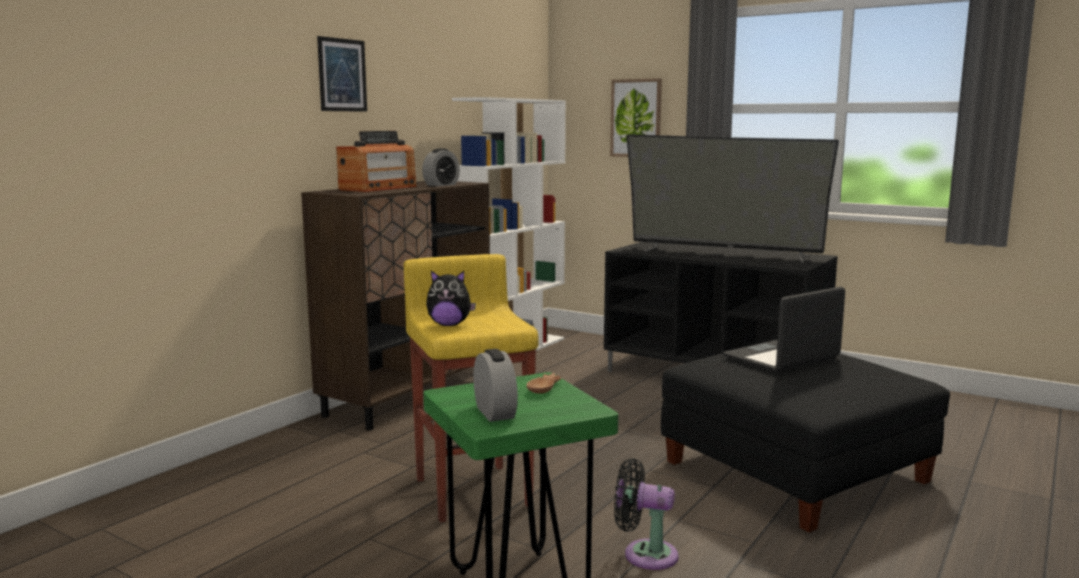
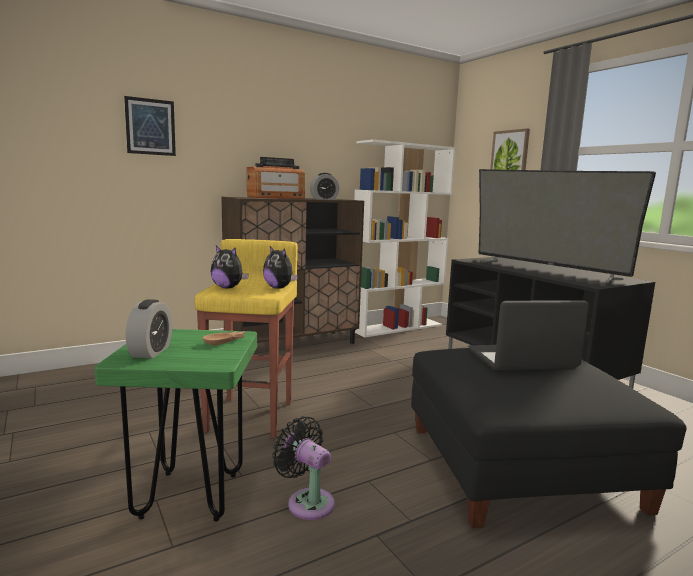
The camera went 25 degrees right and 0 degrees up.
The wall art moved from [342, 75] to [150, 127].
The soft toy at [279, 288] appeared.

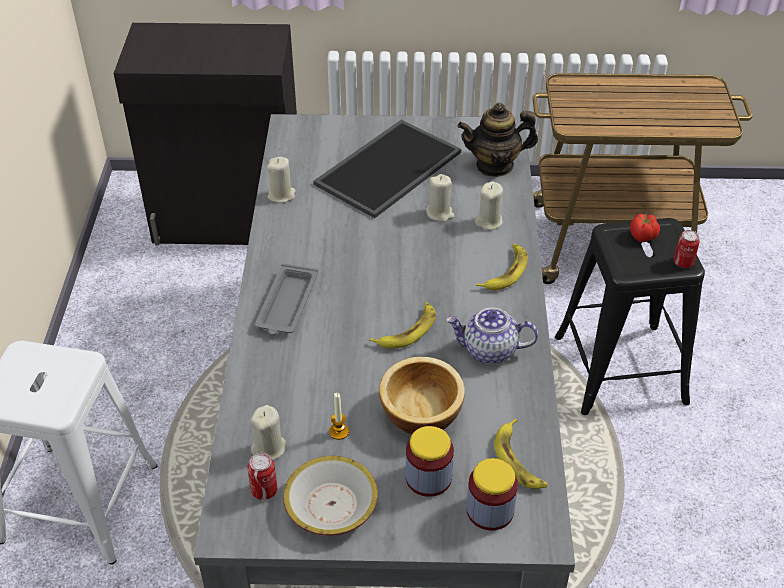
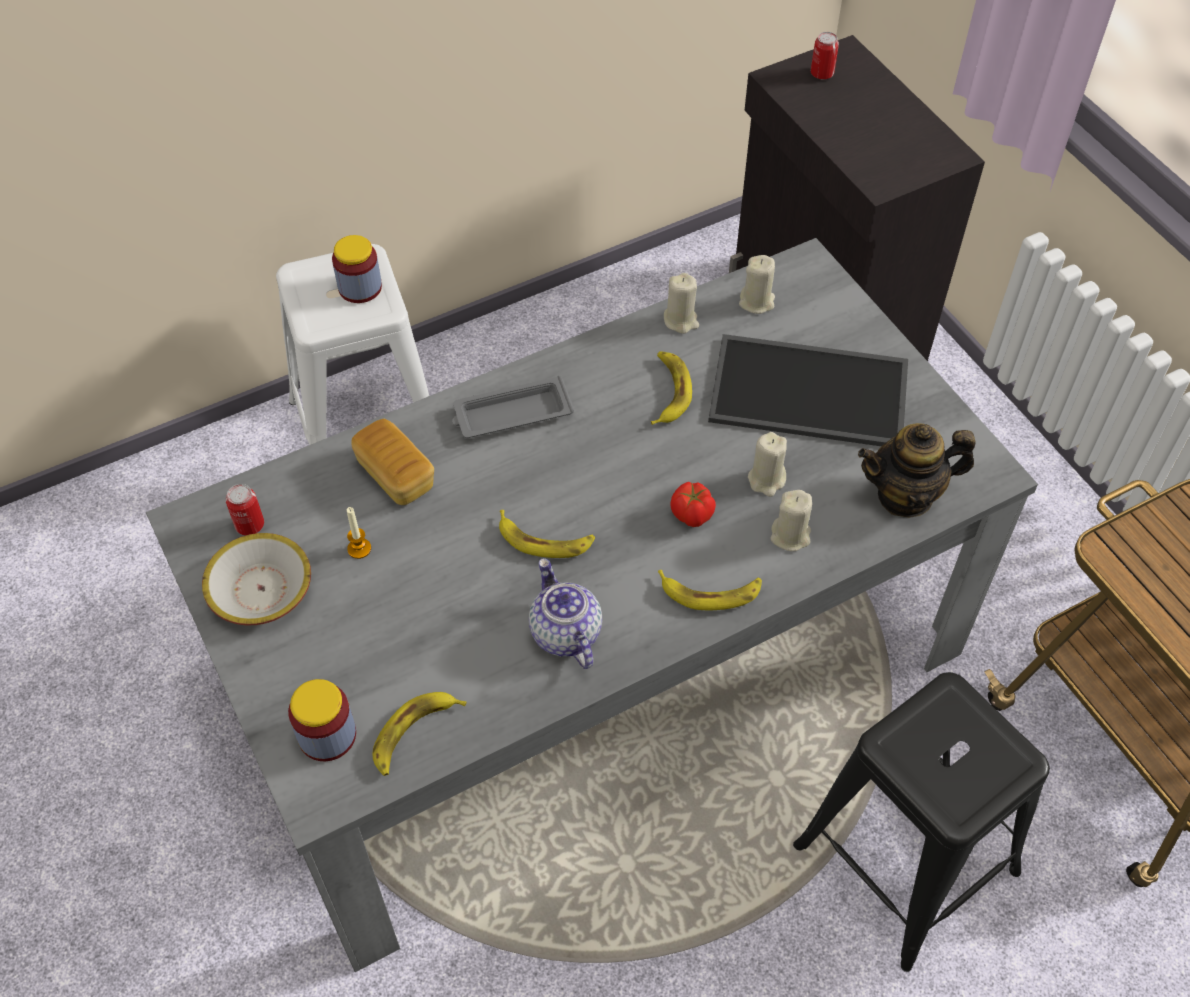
The camera went 60 degrees right and 10 degrees up.
The pot for tea at [495, 165] turned 60 degrees counterclockwise.
The whole tomato moved from [643, 237] to [692, 515].
The can moved from [683, 262] to [822, 73].
The deep dish at [420, 411] disappeared.
The sand-coloured candle moved from [269, 448] to [757, 302].
The preserve jar moved from [428, 477] to [360, 287].
The banana at [668, 391] appeared.
The baked bread at [395, 475] appeared.

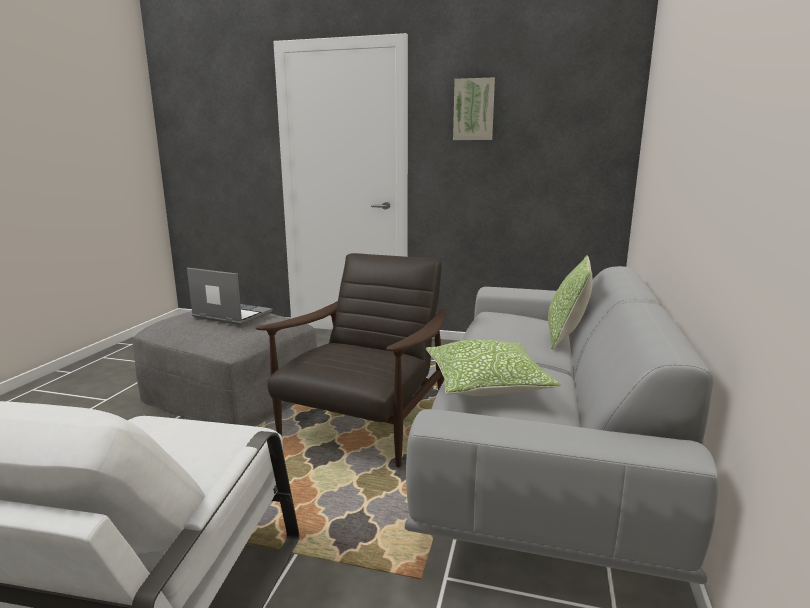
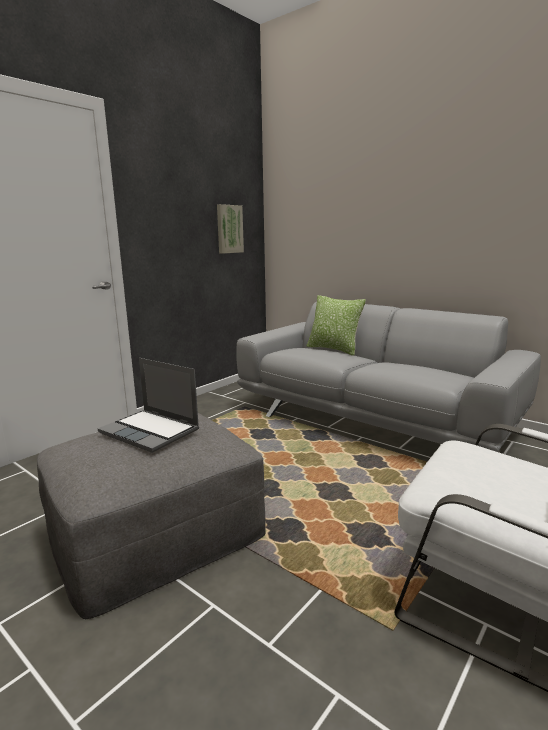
The camera went 65 degrees left and 0 degrees up.
The wall art moved from [473, 109] to [229, 229].
The brown-coloured lounge chair at [364, 423] disappeared.
The portable computer at [231, 315] turned 105 degrees counterclockwise.
The pillow at [486, 384] disappeared.

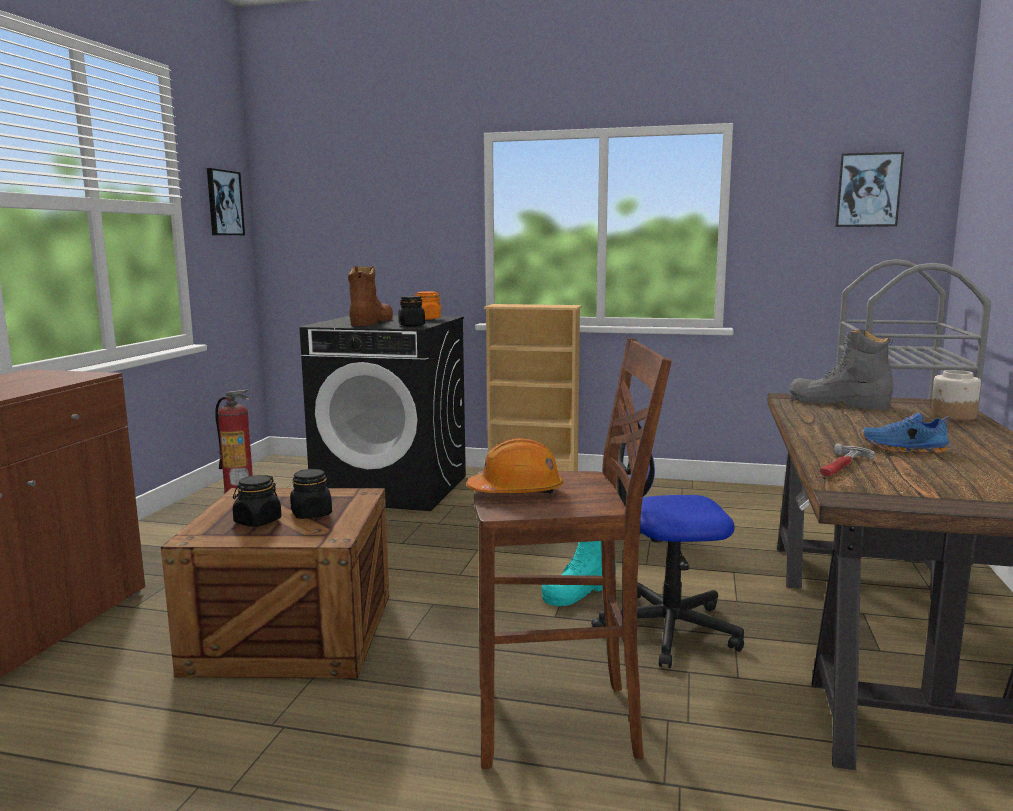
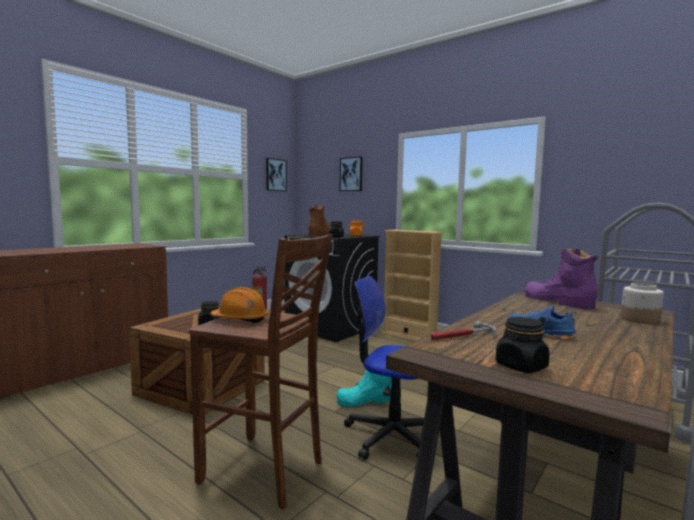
The camera went 25 degrees right and 5 degrees down.
The wall art moved from [868, 190] to [351, 174].
The grey high-top boot at [838, 403] became the purple-coloured high-top boot at [557, 302].
The black preserve jar moved from [257, 521] to [521, 366].

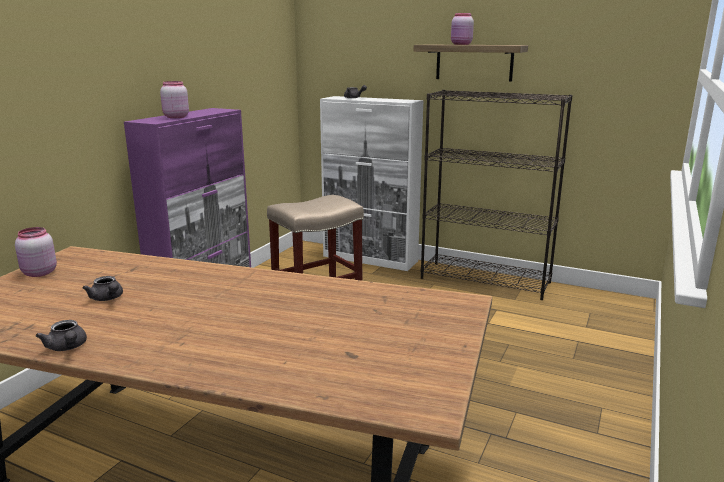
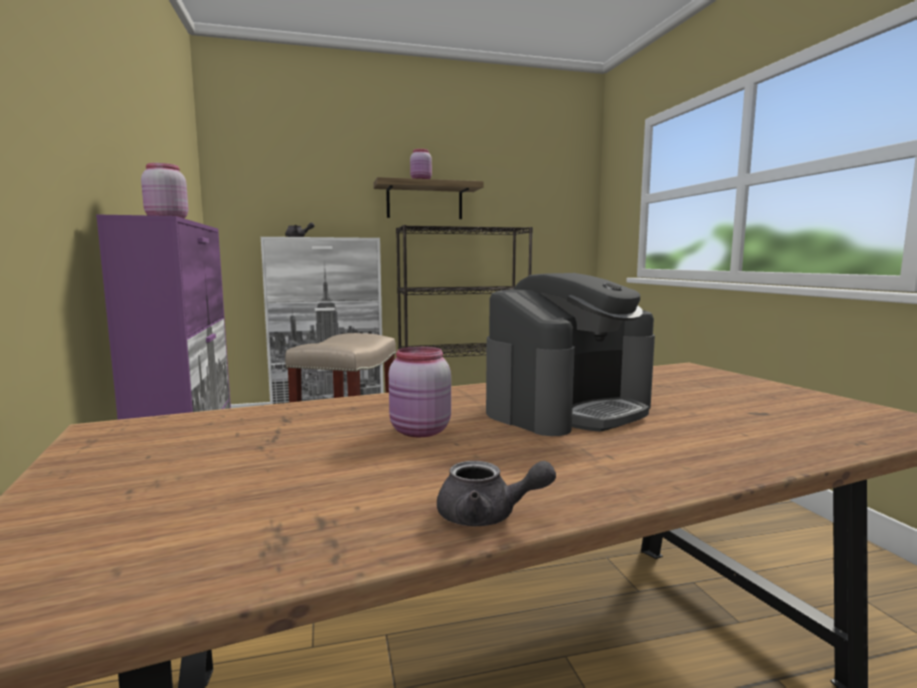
The camera went 40 degrees left and 10 degrees down.
The pinkish preserve jar moved from [38, 273] to [420, 432].
The grey pot for tea at [107, 298] disappeared.
The coffee brewer at [569, 409] appeared.

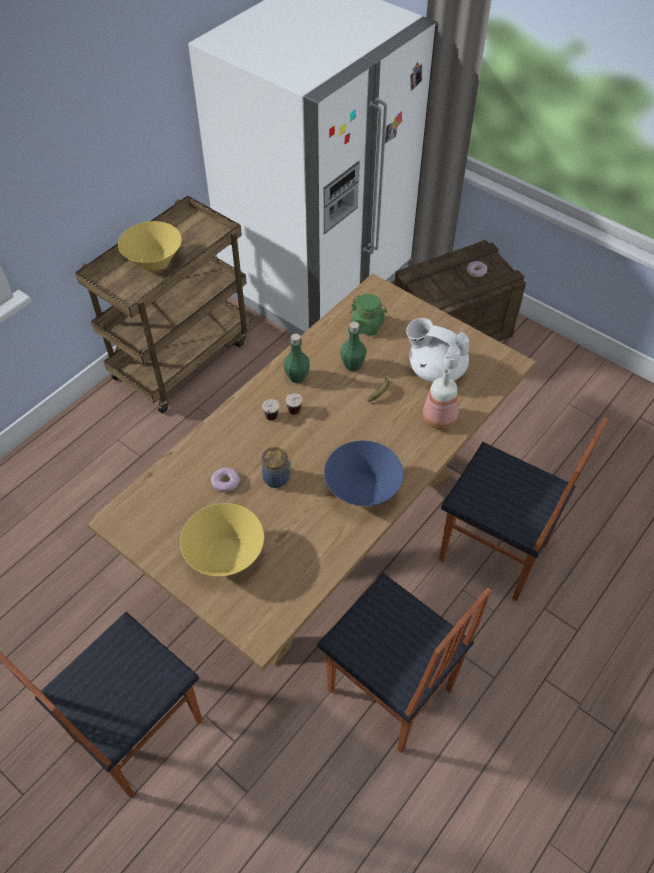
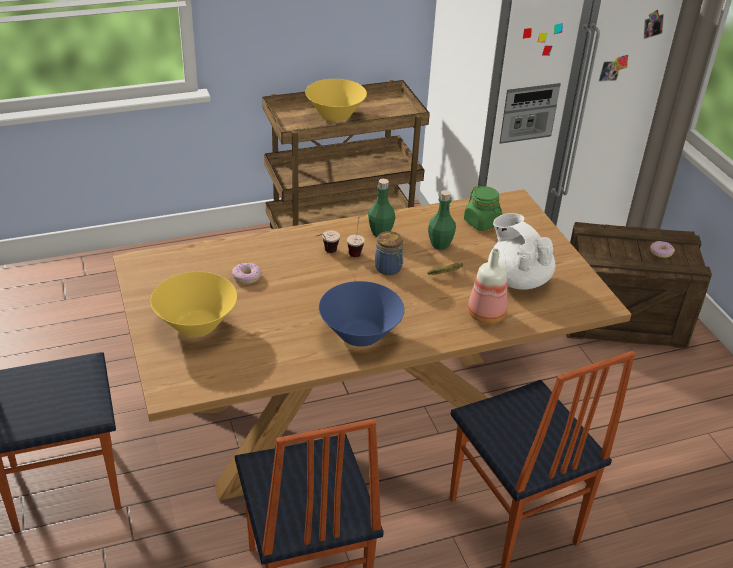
The camera went 30 degrees right and 15 degrees down.
The preserve jar moved from [277, 478] to [389, 269].

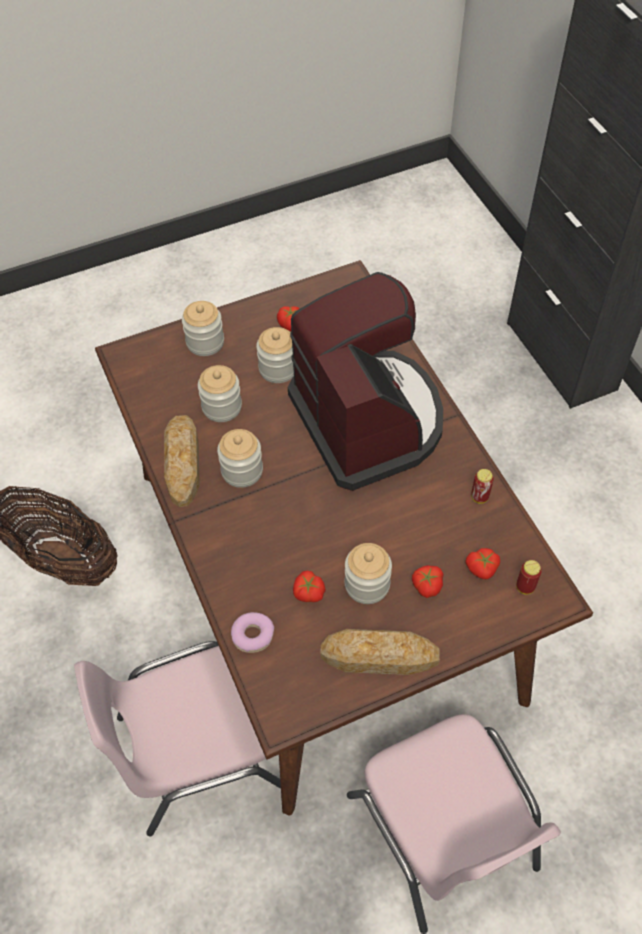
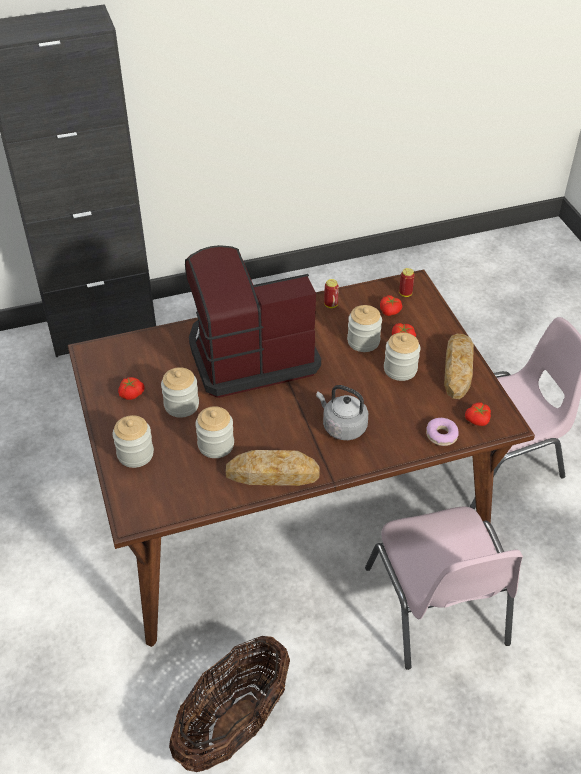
The camera went 85 degrees left and 10 degrees down.
The preserve jar moved from [242, 471] to [363, 341].
The whole tomato moved from [308, 593] to [478, 420].
The grey water kettle at [342, 427] appeared.

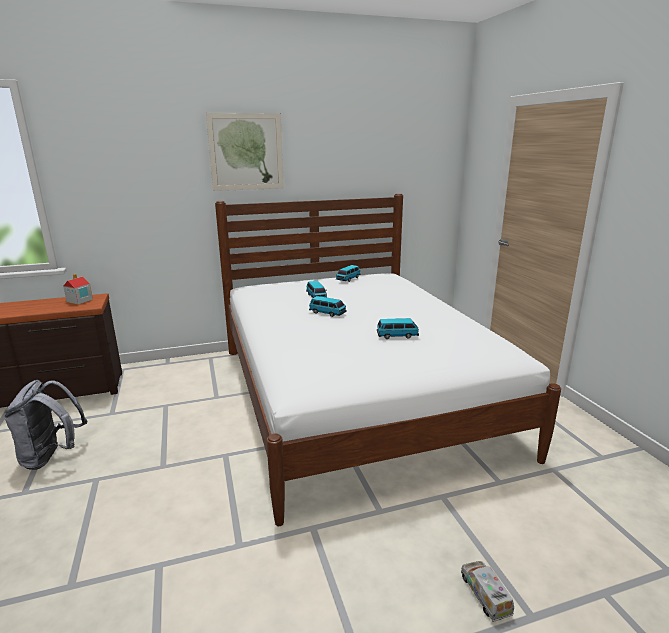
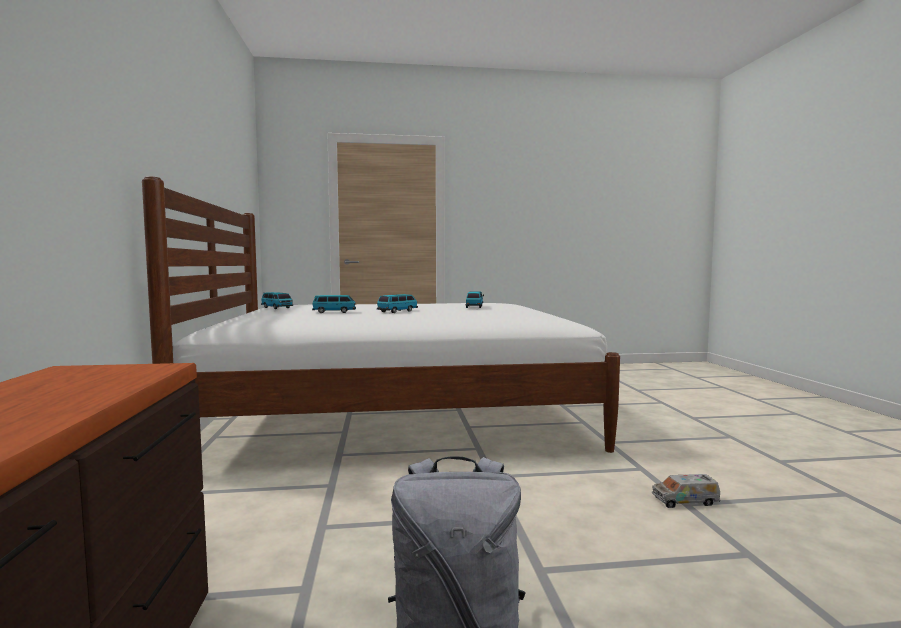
The camera went 80 degrees left and 15 degrees down.
The wall art at [246, 152] disappeared.
The miniature house at [79, 301] disappeared.
The model truck moved from [485, 595] to [685, 501].

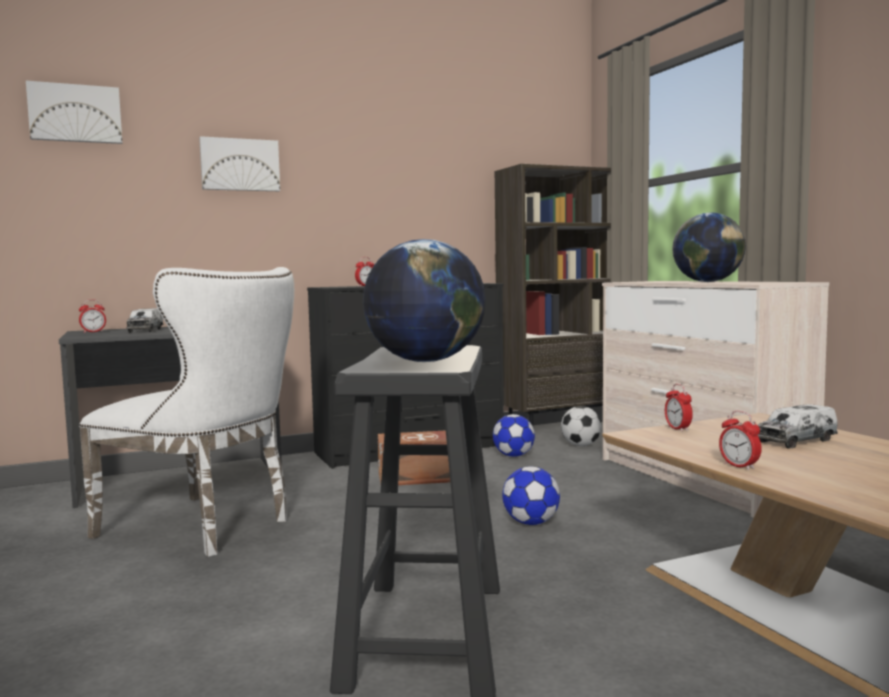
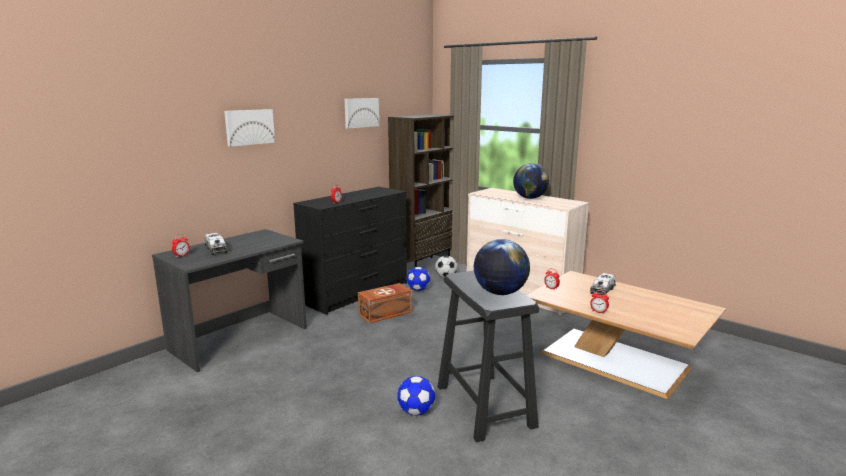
The camera went 25 degrees left and 10 degrees up.
The wall art moved from [75, 114] to [361, 112].
The whitish chair at [206, 528] disappeared.
The football moved from [531, 523] to [416, 412].

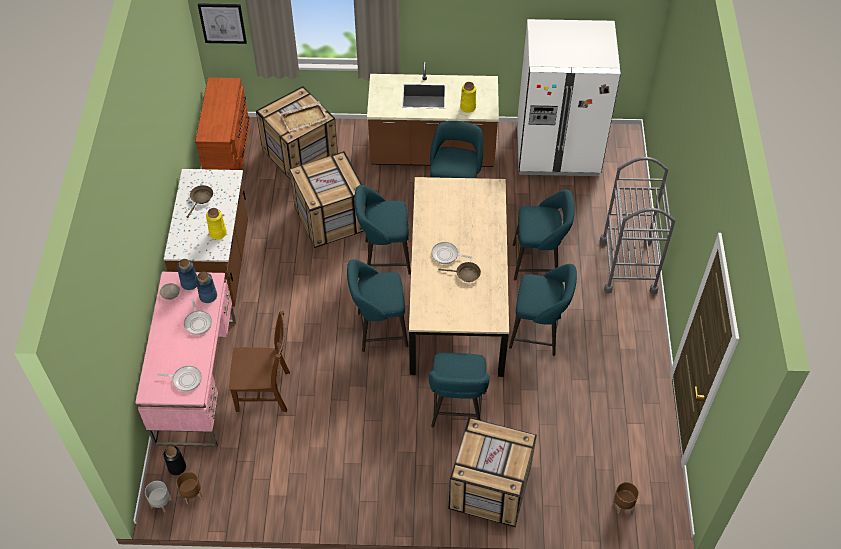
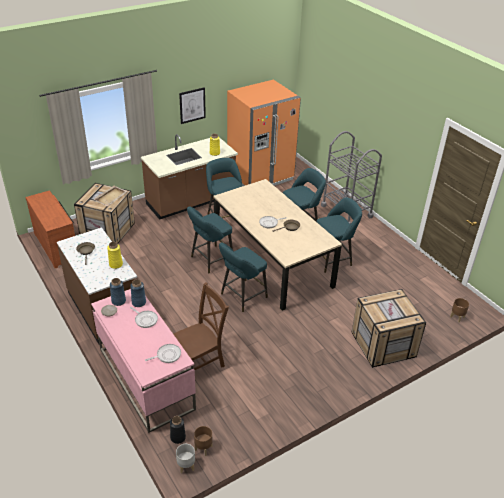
The camera went 35 degrees left and 15 degrees down.
The wall art moved from [222, 23] to [192, 105].
The whitish kitchen fridge at [557, 151] became the orange kitchen fridge at [260, 177].
The crate at [330, 218] disappeared.
The turquoise-coloured sitting stool at [457, 411] disappeared.

